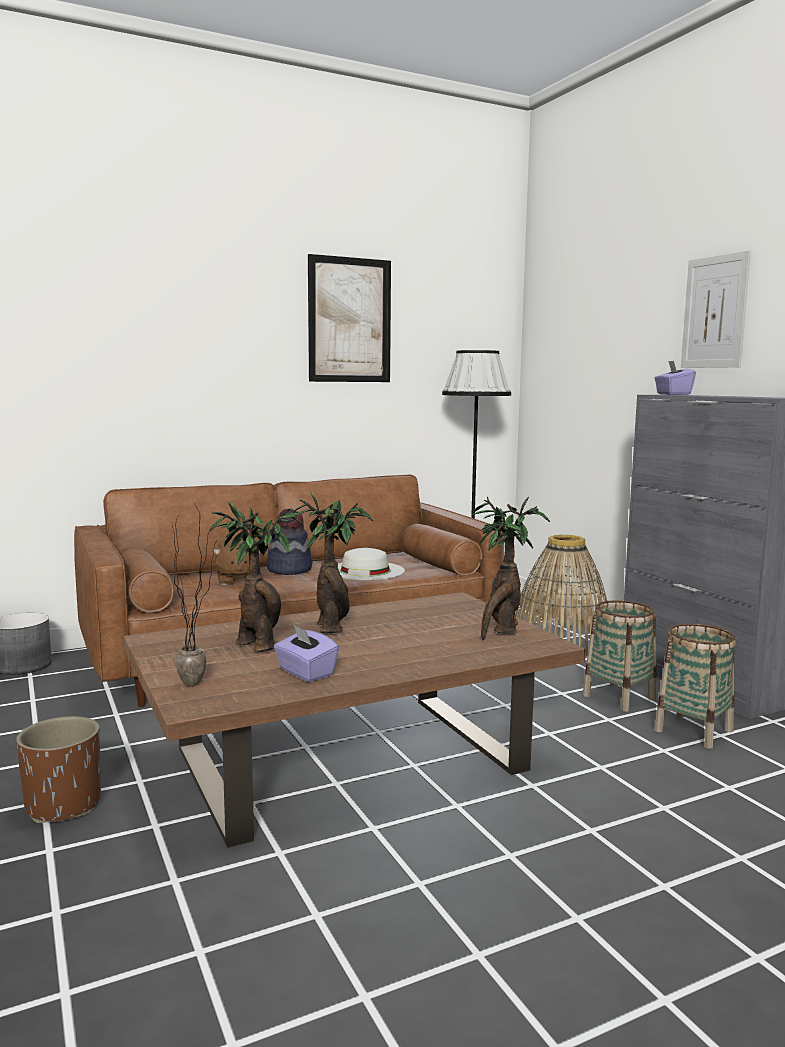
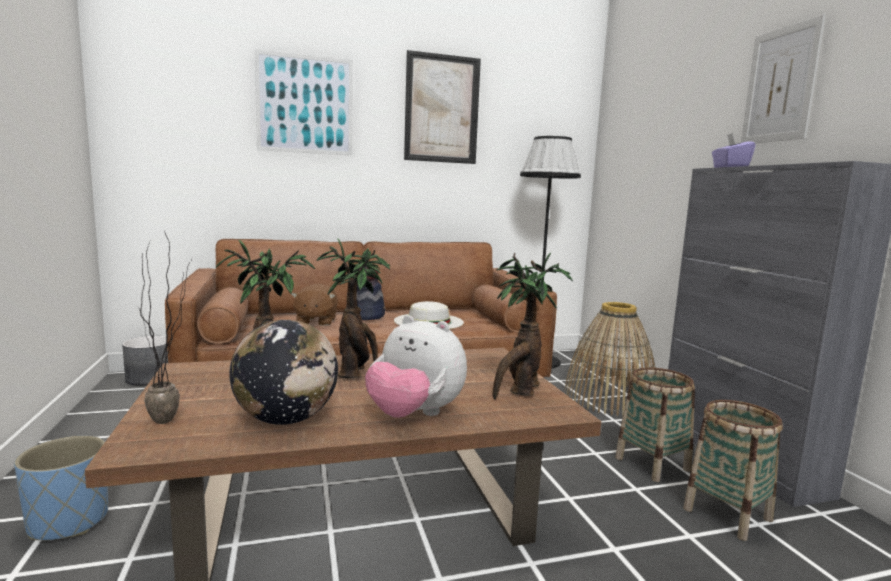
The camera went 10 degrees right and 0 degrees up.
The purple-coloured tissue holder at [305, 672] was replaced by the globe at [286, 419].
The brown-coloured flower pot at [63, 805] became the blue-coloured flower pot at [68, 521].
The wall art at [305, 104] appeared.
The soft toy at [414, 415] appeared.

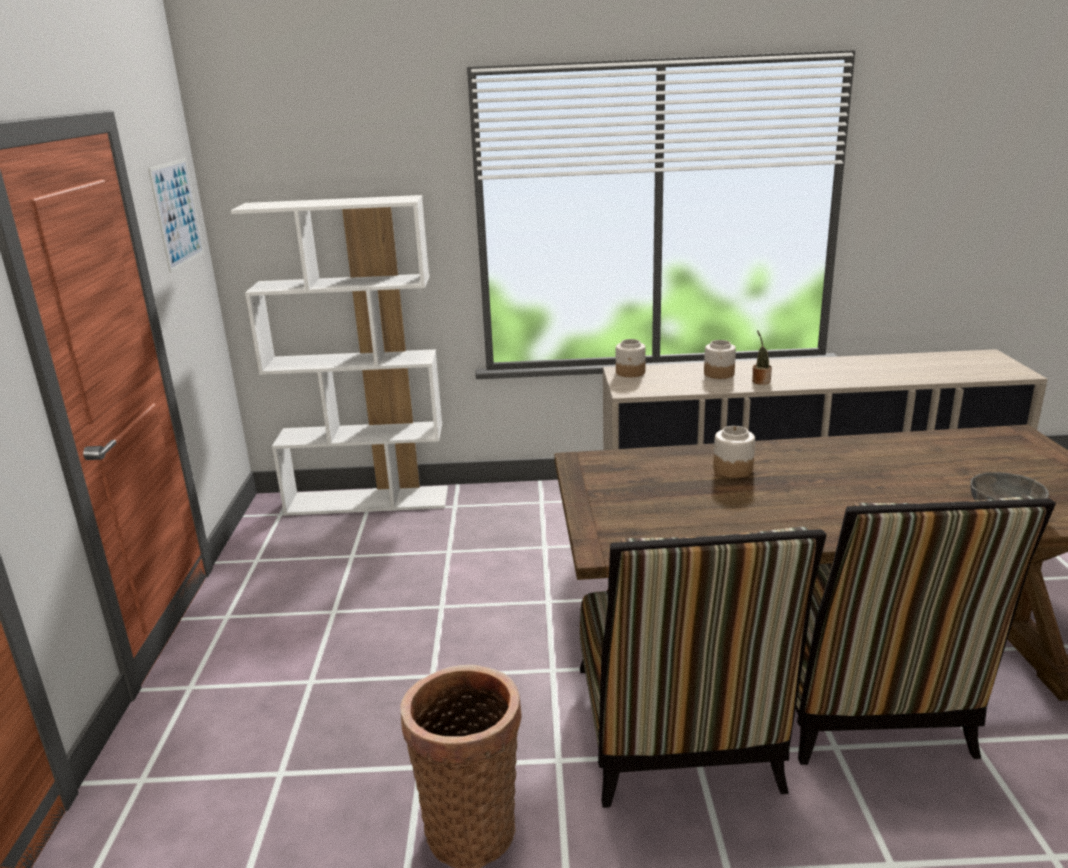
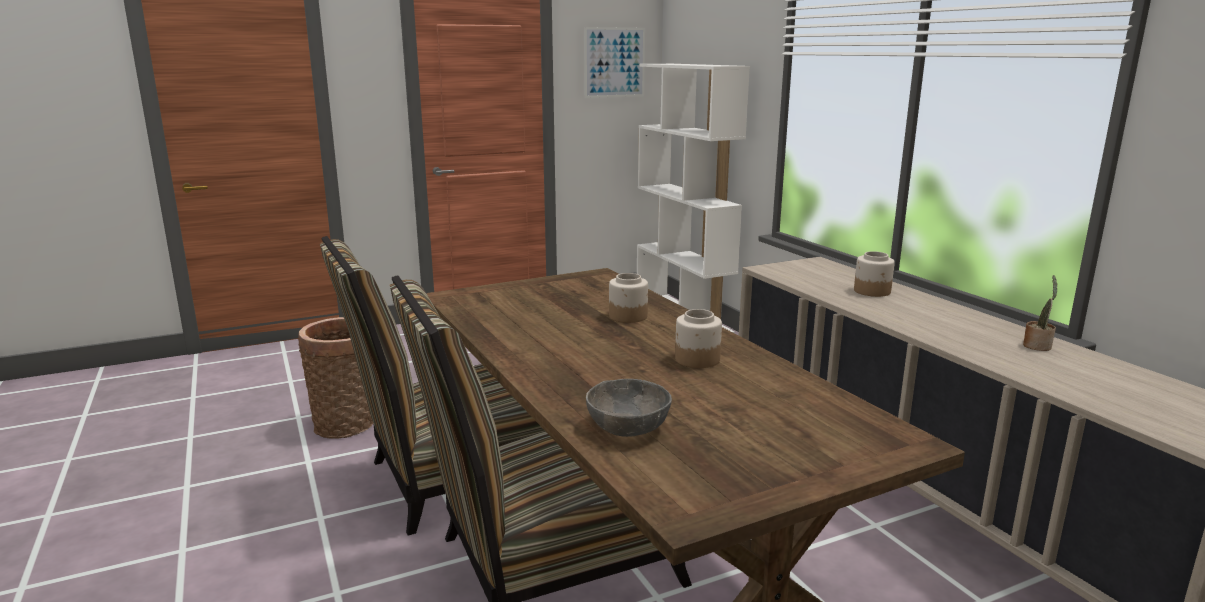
The camera went 65 degrees right and 5 degrees down.
The houseplant moved from [760, 381] to [1037, 346].
The preserve jar moved from [630, 372] to [697, 360].

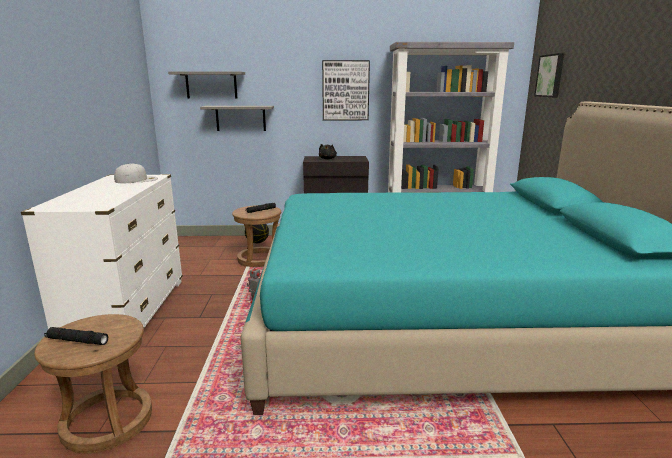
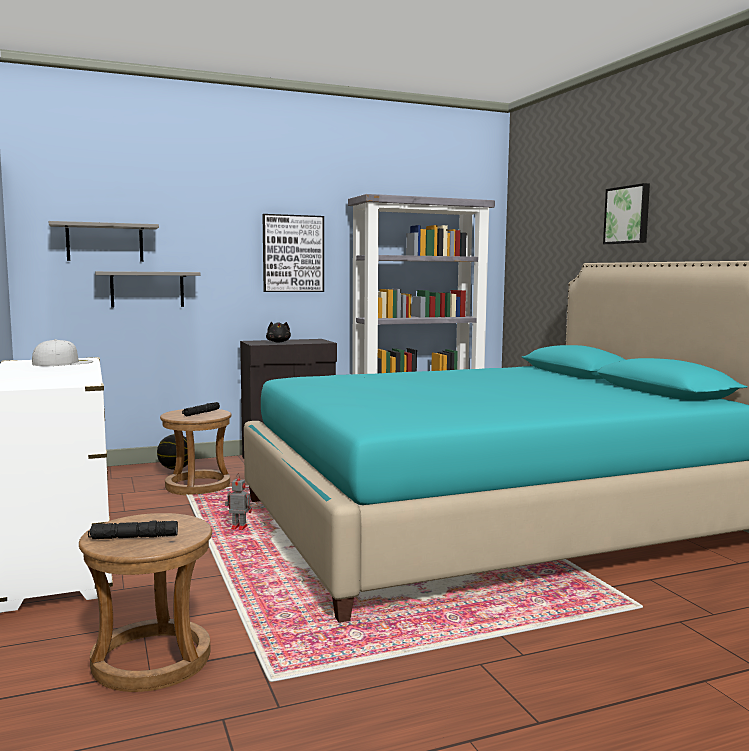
The camera went 20 degrees left and 10 degrees down.
The wall art moved from [550, 75] to [628, 215].

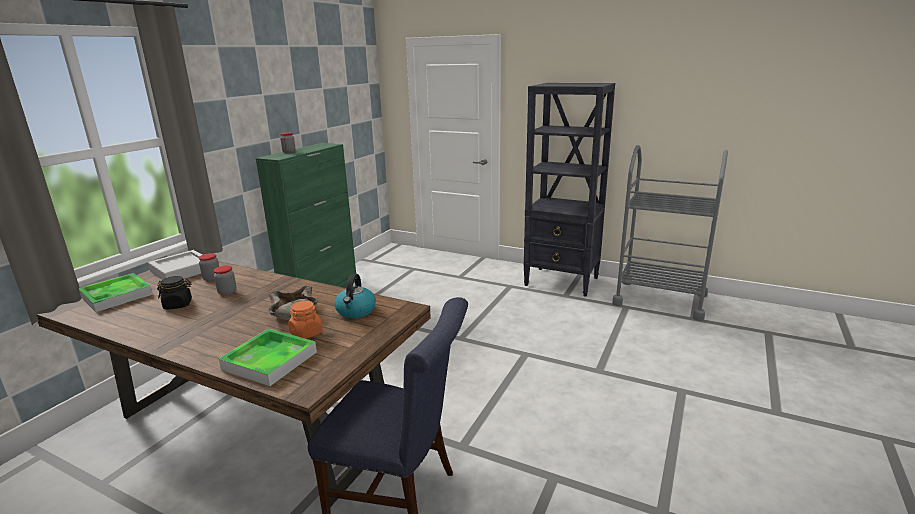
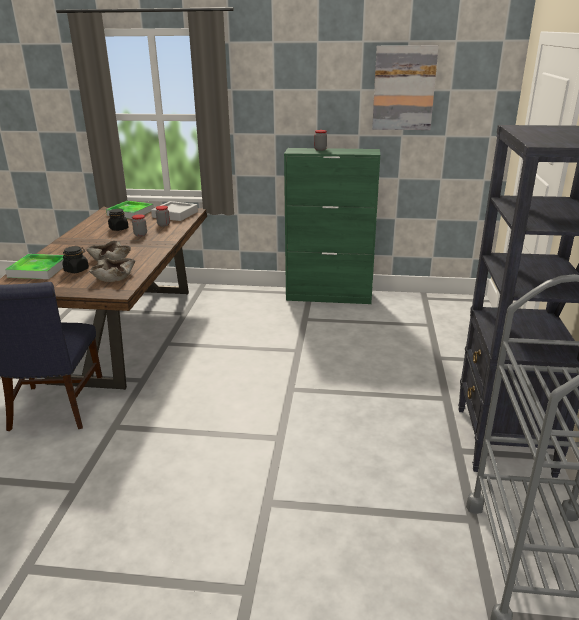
The camera went 70 degrees right and 5 degrees up.
The water kettle at [356, 311] was replaced by the sand-coloured deep dish at [113, 276].
The orange preserve jar at [306, 333] became the black preserve jar at [76, 270].
The wall art at [403, 88] appeared.

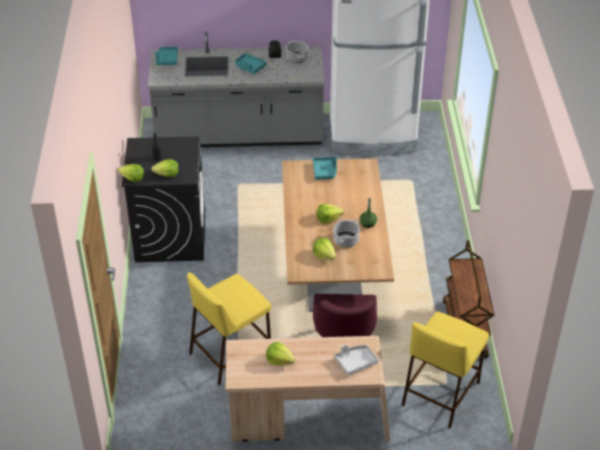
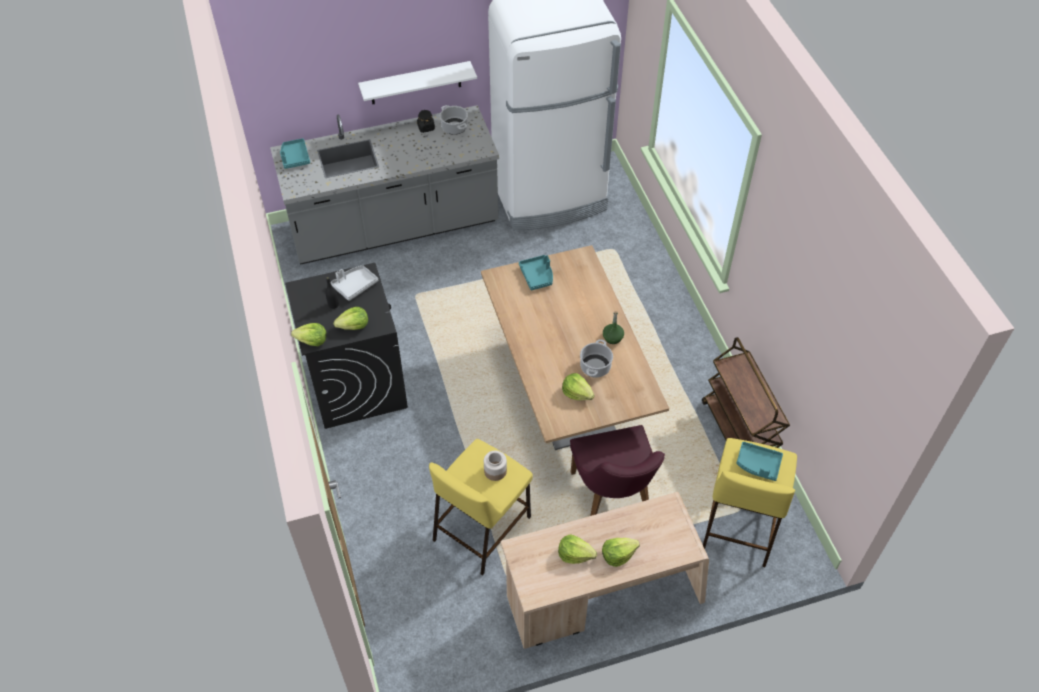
The camera went 15 degrees left and 10 degrees up.
The turquoise-coloured serving tray moved from [250, 67] to [758, 464].
The lettuce head moved from [328, 218] to [618, 554].
The grey serving tray moved from [355, 362] to [354, 285].
The whitish bracket shelf at [415, 83] appeared.
The preserve jar at [495, 471] appeared.

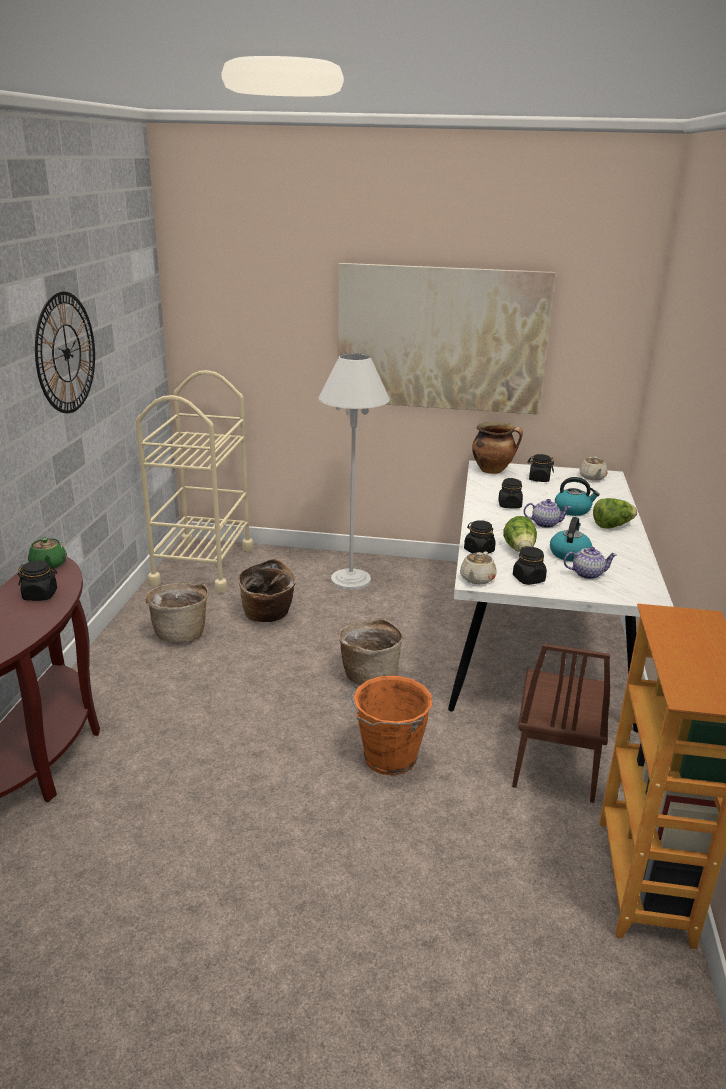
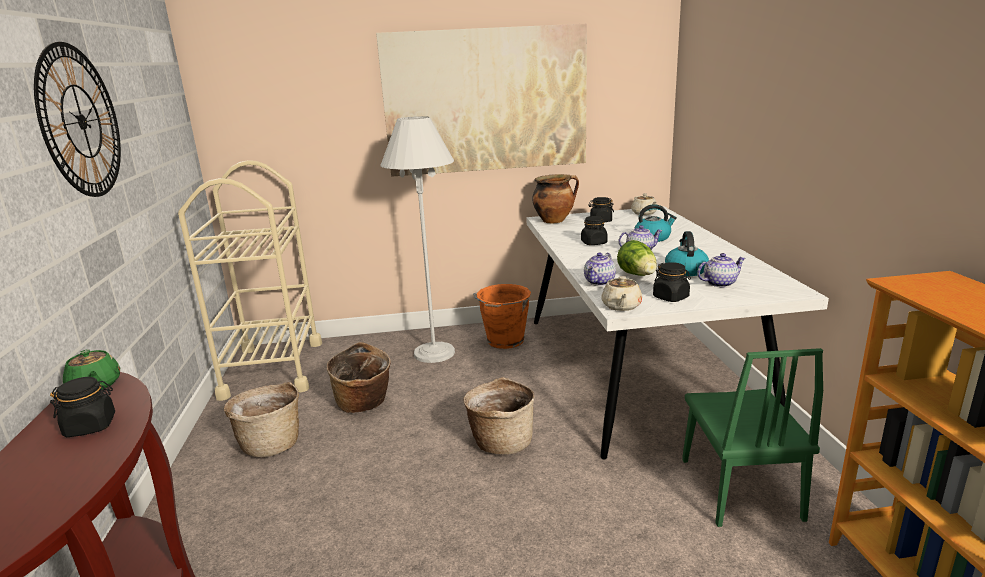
The camera went 15 degrees left and 5 degrees down.
The lettuce head at [612, 526] disappeared.
The black preserve jar at [478, 551] was replaced by the pot for tea at [600, 282].
The brown-coloured chair at [555, 763] became the green-coloured chair at [739, 488].
The orange pail moved from [388, 759] to [504, 341].

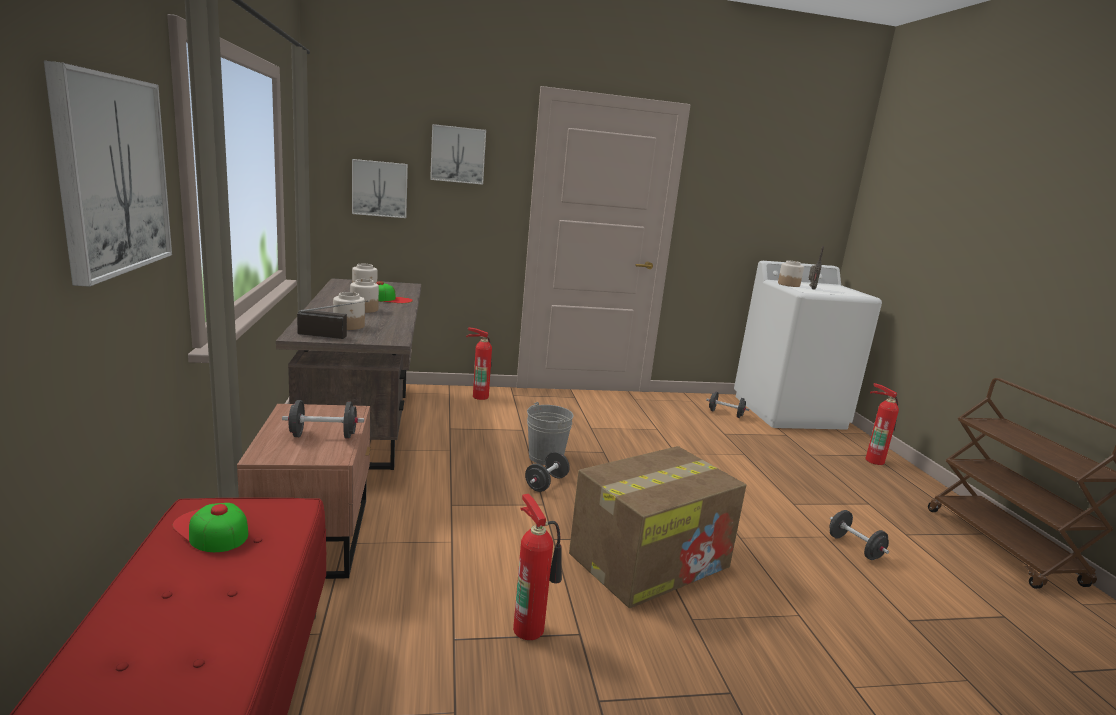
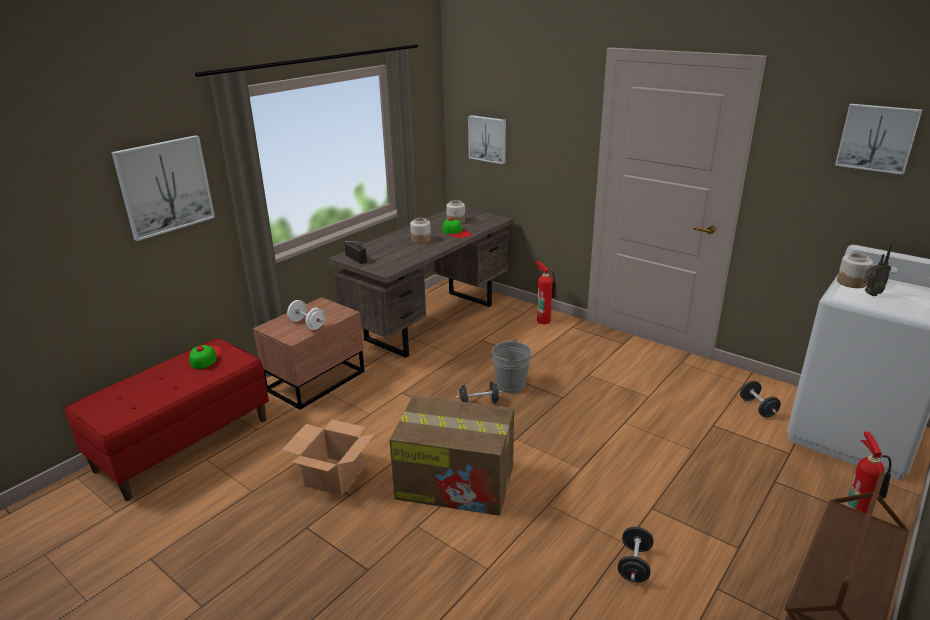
The camera went 50 degrees right and 10 degrees up.
The wall art moved from [458, 154] to [877, 138].
The preserve jar at [349, 326] disappeared.
The black dumbbell at [323, 436] became the whitish dumbbell at [307, 324].
The fire-fighting cylinder at [530, 627] was replaced by the packing box at [334, 477].

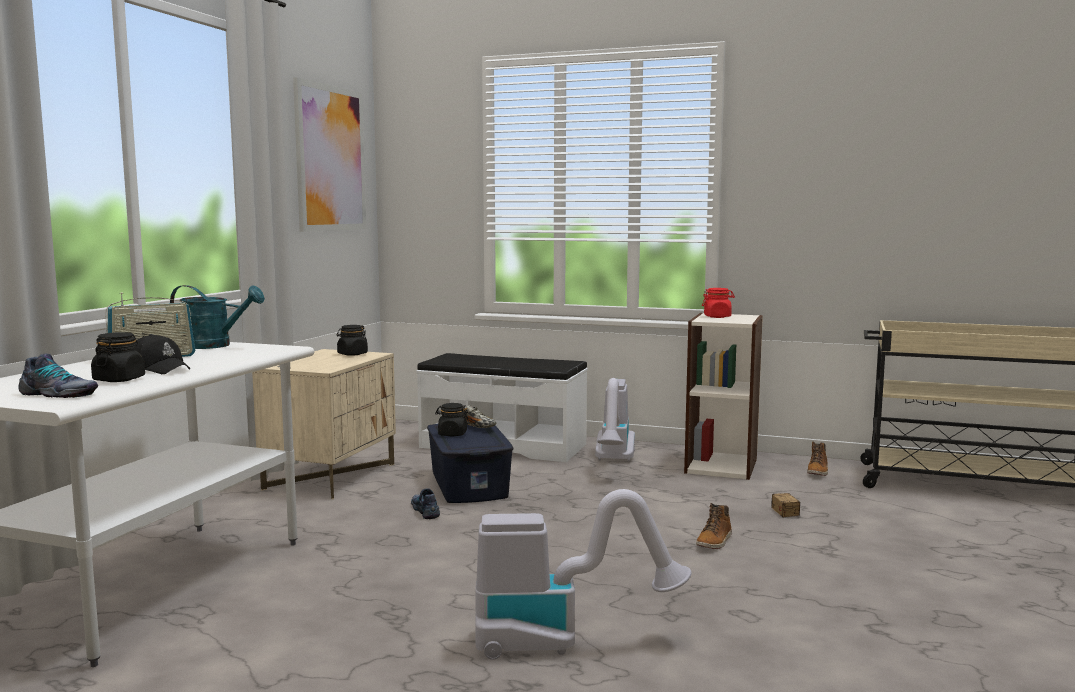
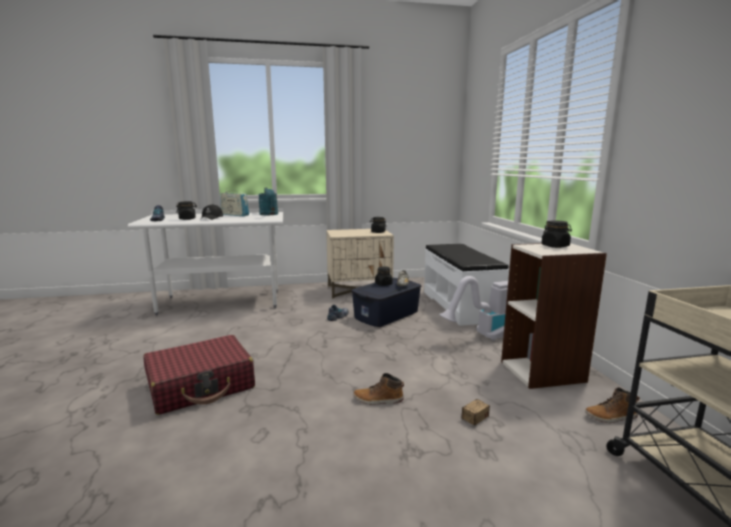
The camera went 60 degrees right and 5 degrees up.
The wall art at [330, 159] disappeared.
The red-coloured preserve jar at [717, 317] became the black preserve jar at [555, 246].
The hoover at [562, 640] was replaced by the red-coloured piece of luggage at [201, 385].

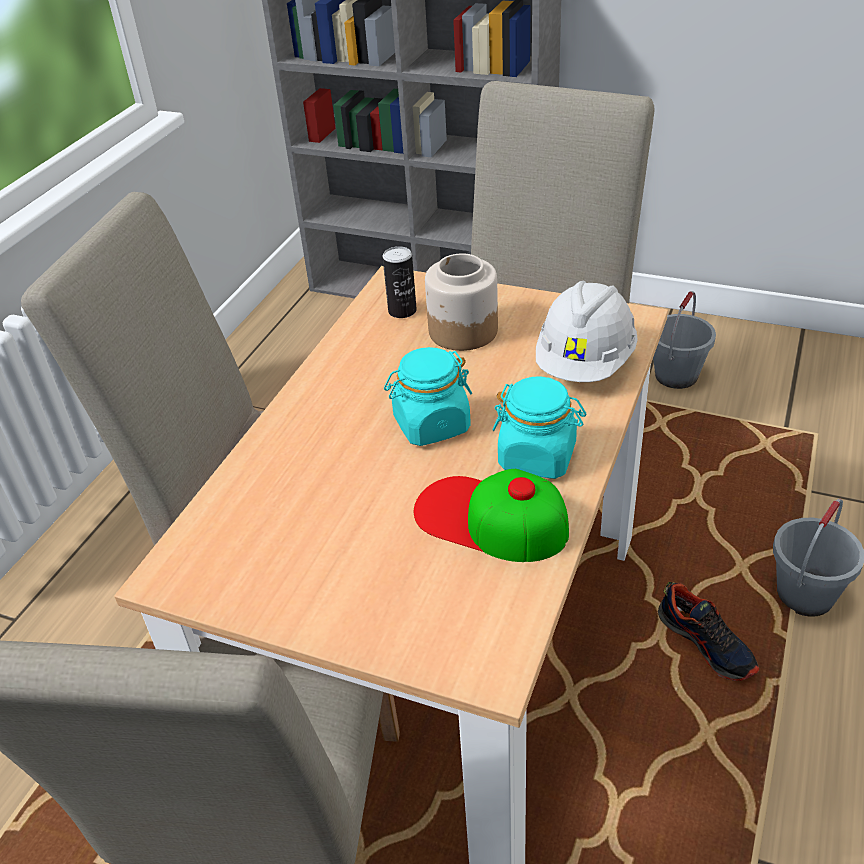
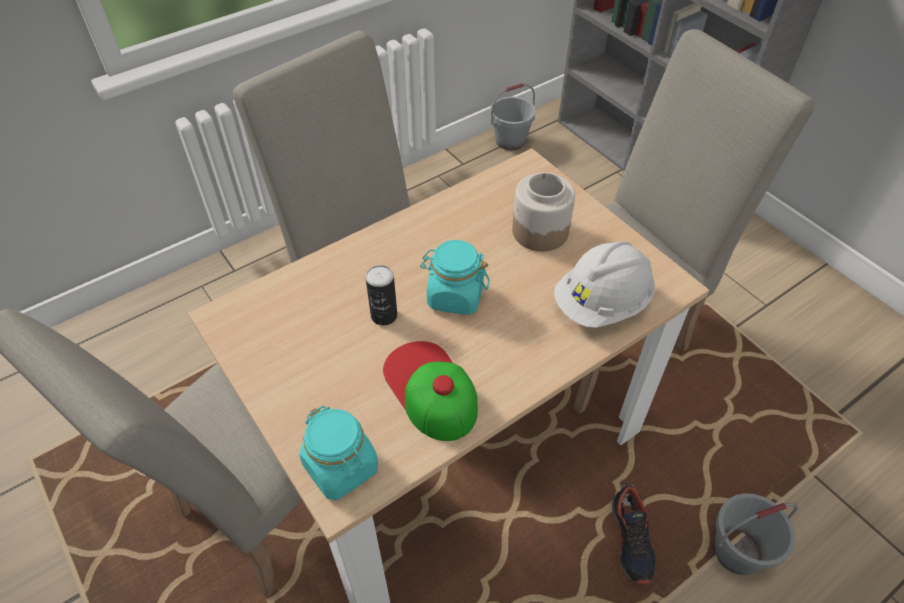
The camera went 30 degrees right and 10 degrees up.
The can moved from [402, 311] to [384, 315].
The grey pail moved from [676, 376] to [510, 141].
The turquoise-coloured preserve jar moved from [538, 457] to [341, 467].

